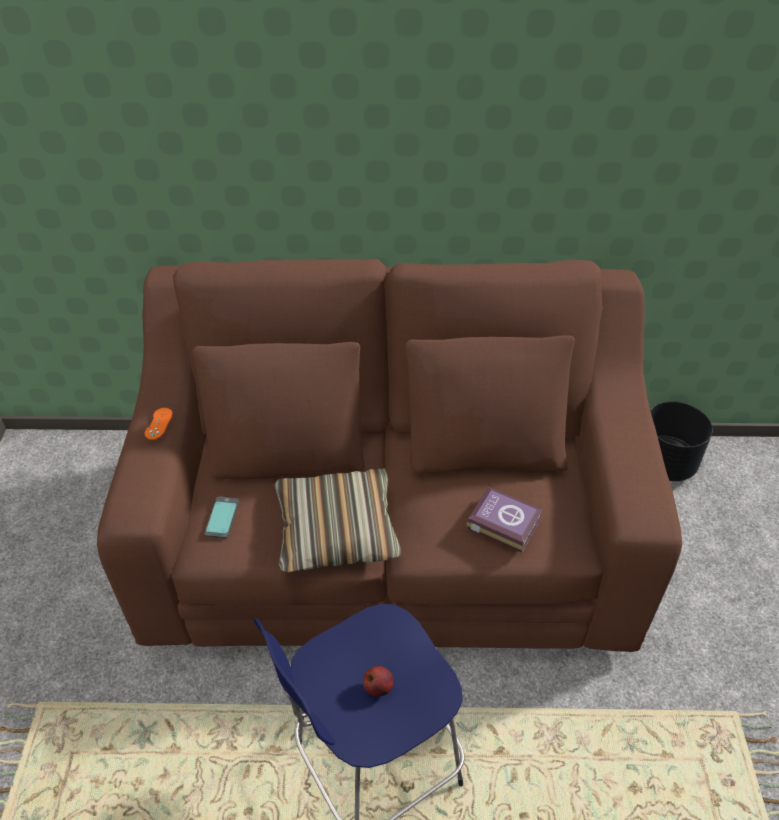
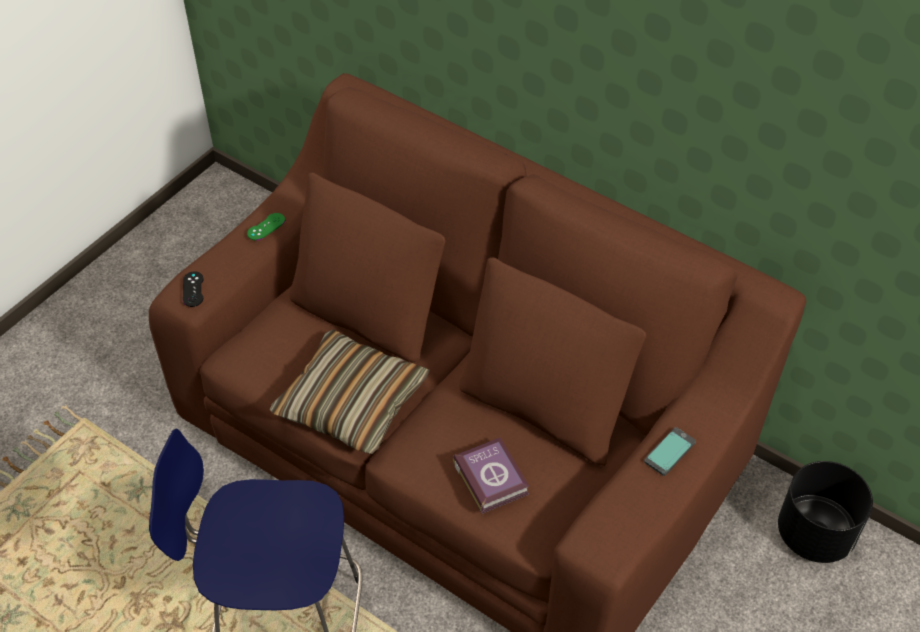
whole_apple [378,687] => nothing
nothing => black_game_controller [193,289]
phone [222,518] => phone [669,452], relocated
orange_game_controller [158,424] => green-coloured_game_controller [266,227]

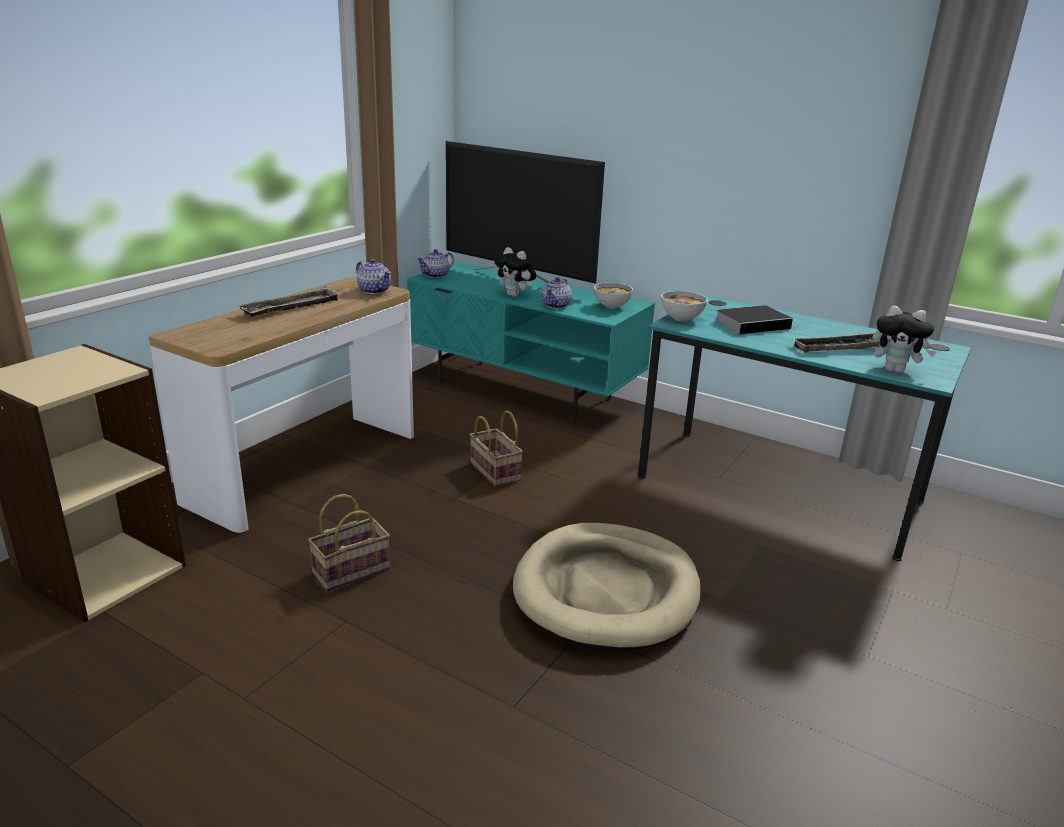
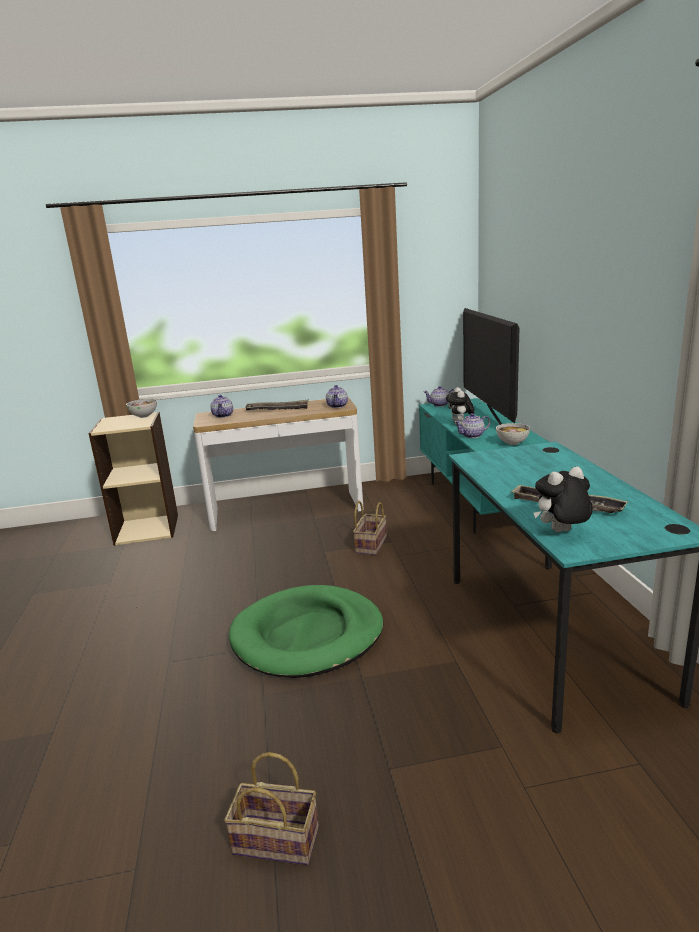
book [753,324] => nothing
nothing => pot_for_tea [223,415]
basket [352,569] => basket [278,839], relocated
deep_dish [681,319] => deep_dish [144,416], relocated
beige-coloured_pet_bed [607,591] => green-coloured_pet_bed [307,635]
plush_toy [895,370] => plush_toy [561,532], 90 degrees clockwise

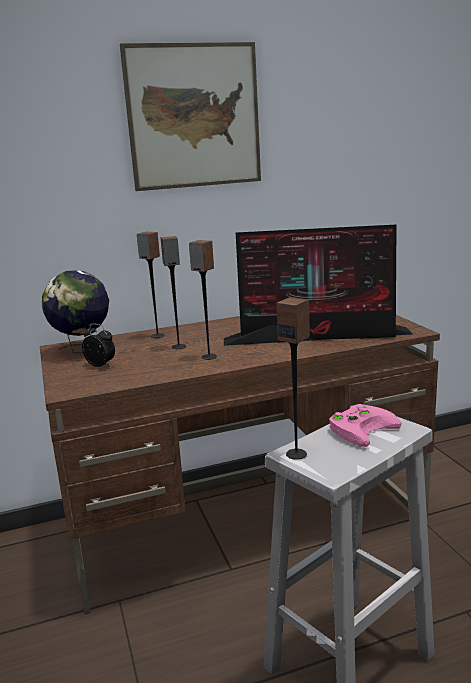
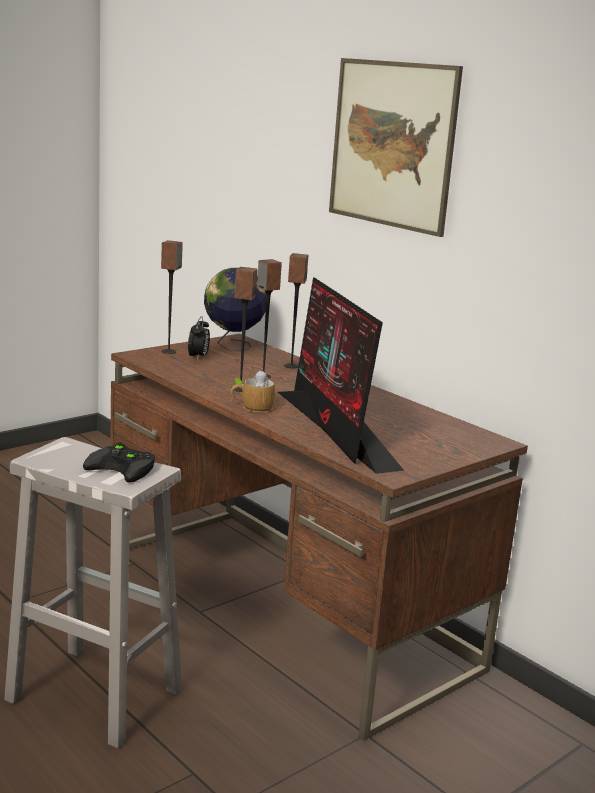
nothing => coffee_mug [251,406]
loudspeaker [296,454] => loudspeaker [169,351], relocated
pink_game_controller [361,427] => black_game_controller [125,467]

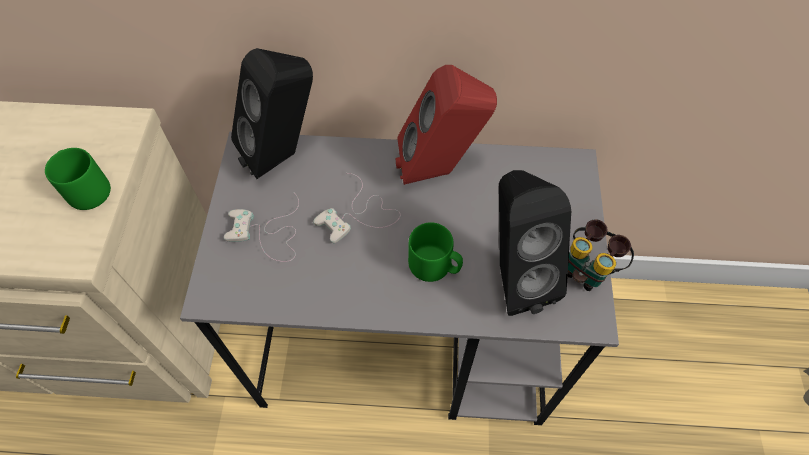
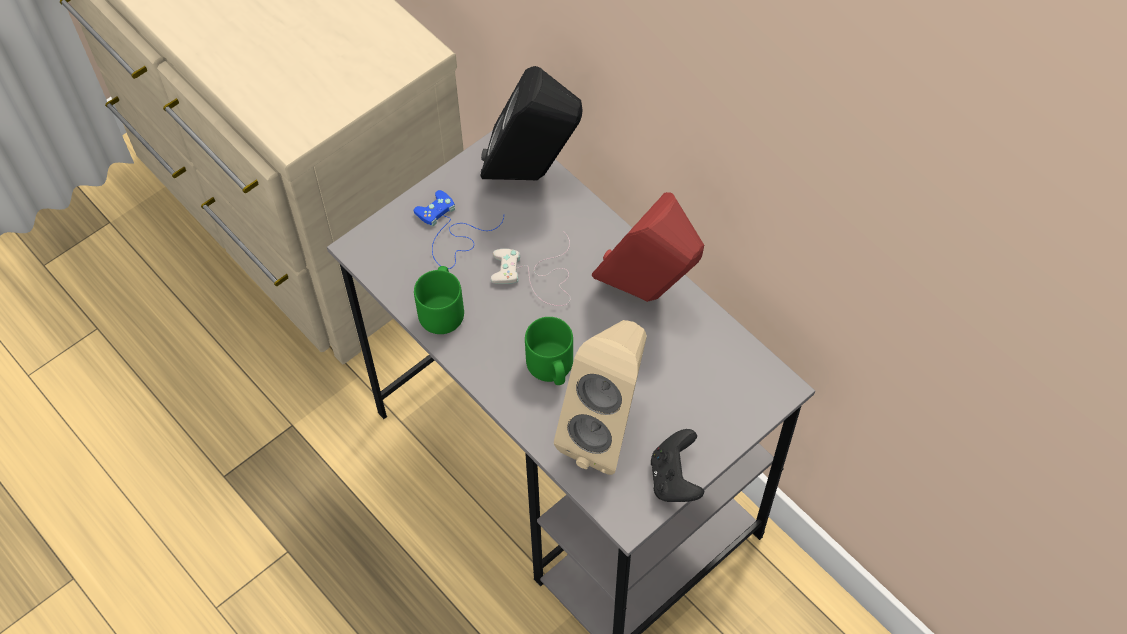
green-coloured_coffee_mug [87,189] => green-coloured_coffee_mug [442,310], relocated
field_glasses [588,269] => black_game_controller [674,479]
white-coloured_game_controller [268,233] => blue-coloured_game_controller [451,233]
black_loudspeaker [513,275] => beige-coloured_loudspeaker [606,429]

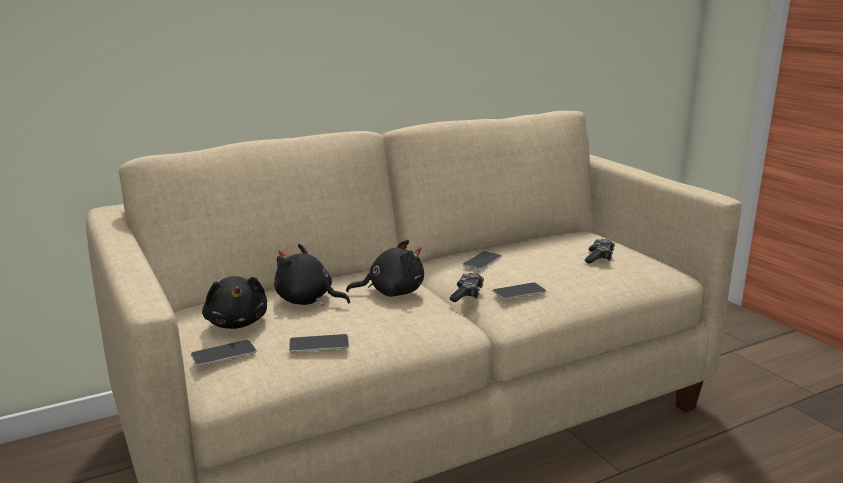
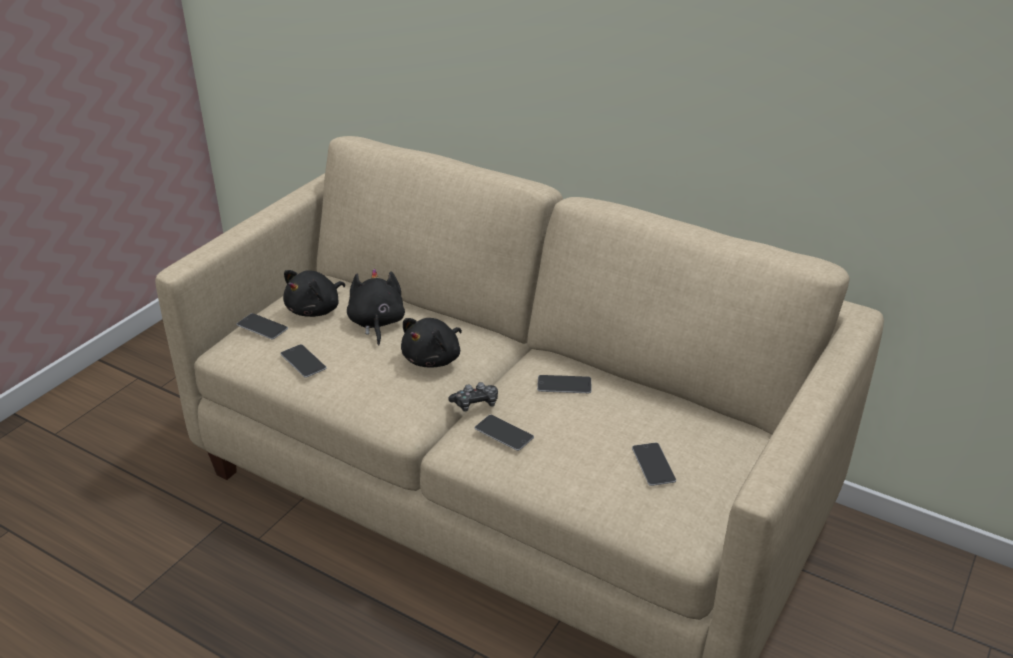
game_controller [599,258] => phone [653,464]
black_plush_toy [392,292] => black_plush_toy [434,359], 75 degrees clockwise

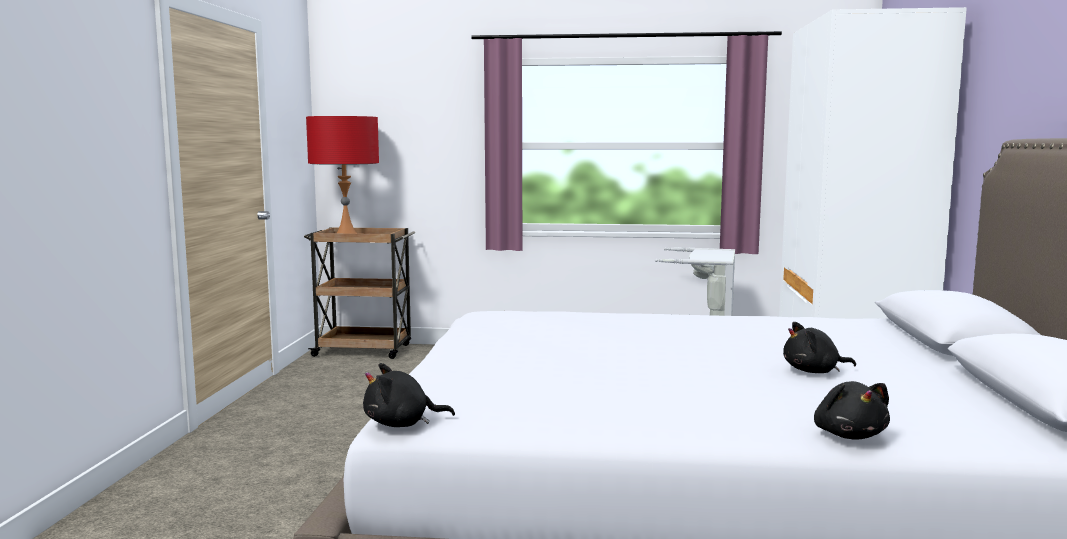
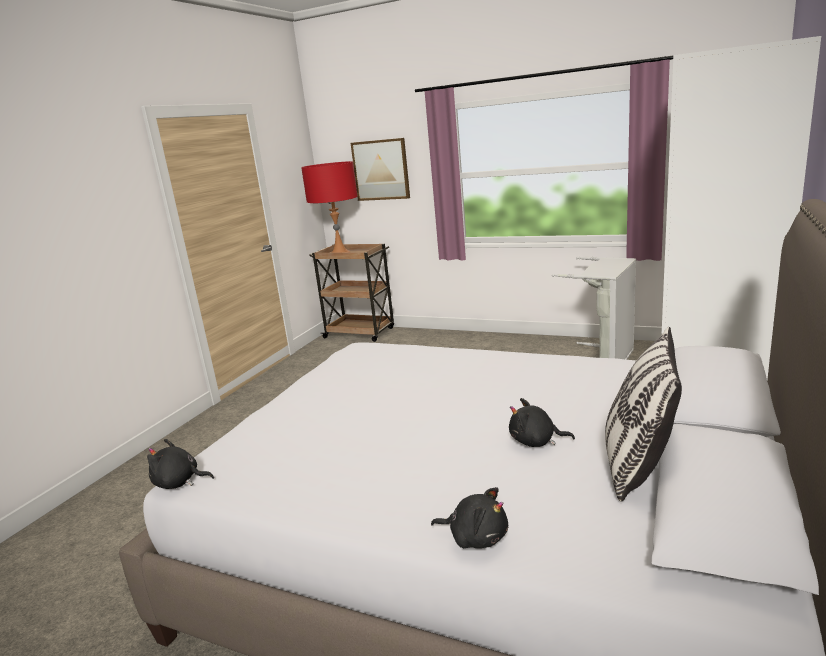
nothing => picture [381,170]
nothing => cushion [638,466]
black_plush_toy [848,435] => black_plush_toy [475,537], 75 degrees counterclockwise

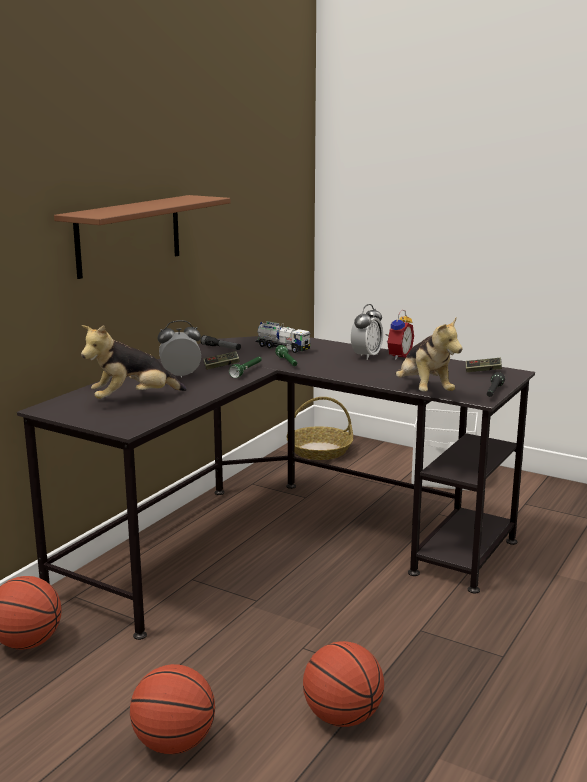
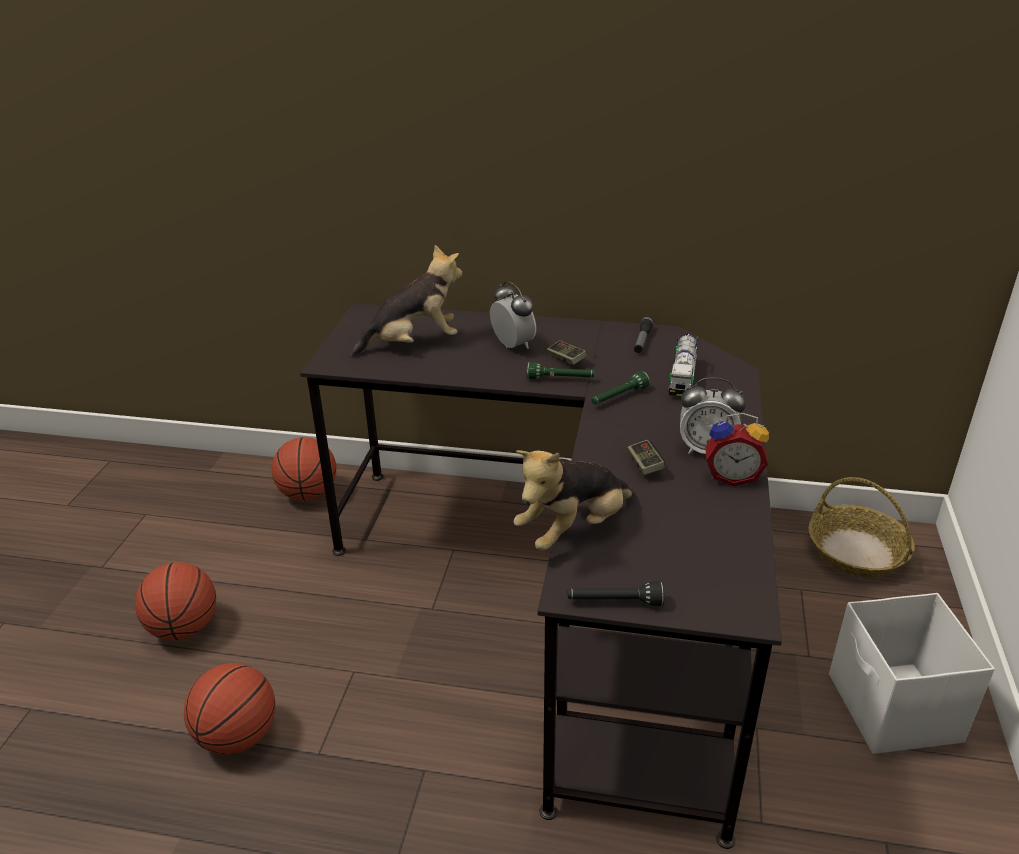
brownish_bracket_shelf [129,235] => nothing
game_controller [483,371] => game_controller [645,465], relocated
plush_toy [133,400] => plush_toy [414,343], 120 degrees clockwise

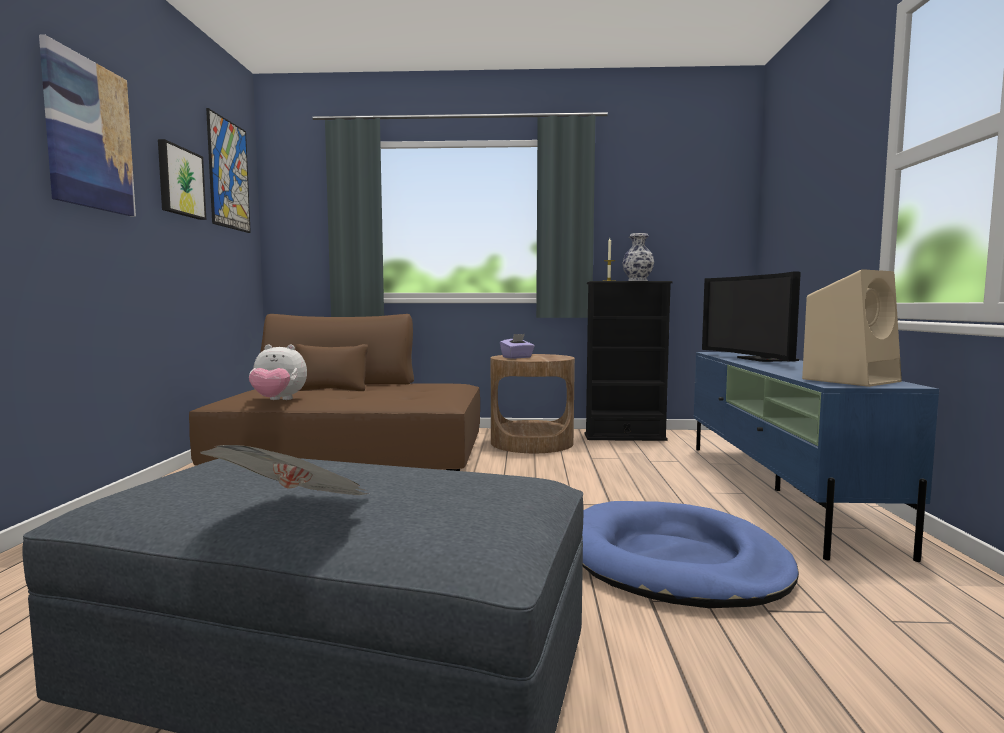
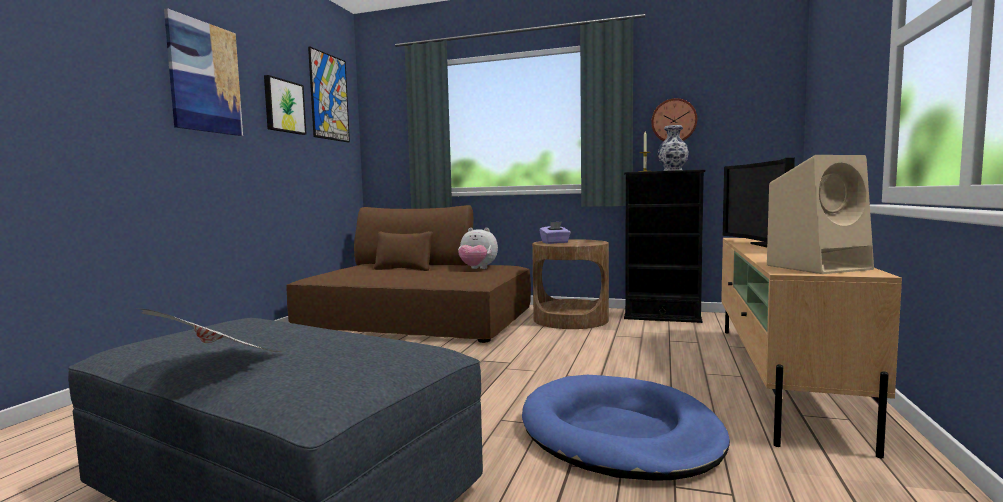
nothing => hanging_clock [674,121]
plush_toy [278,400] => plush_toy [477,269], relocated
blue-coloured_media_console [777,490] => beige-coloured_media_console [779,376]

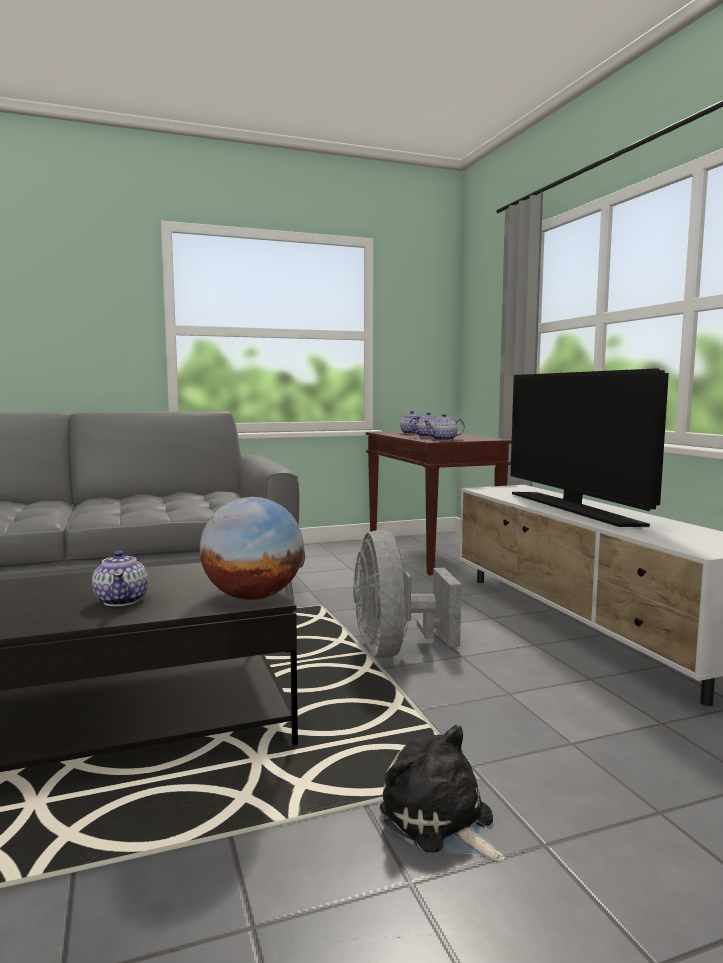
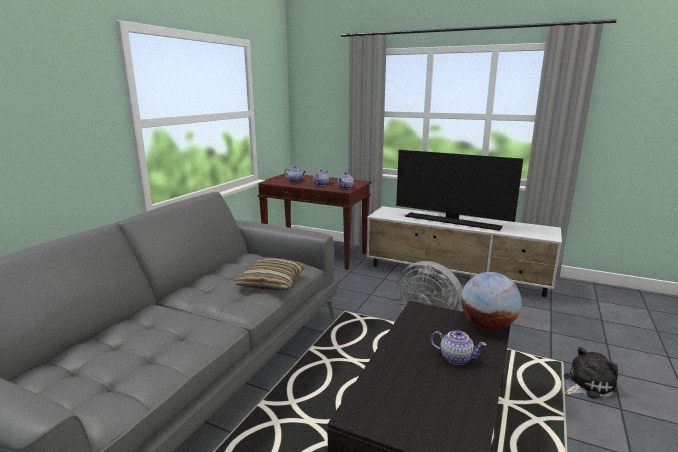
nothing => cushion [272,282]
plush_toy [440,821] => plush_toy [586,384], 150 degrees clockwise

